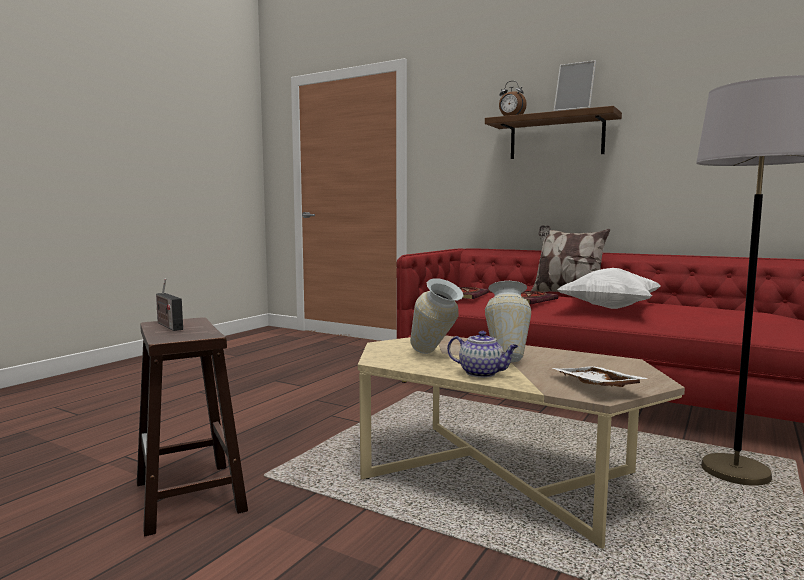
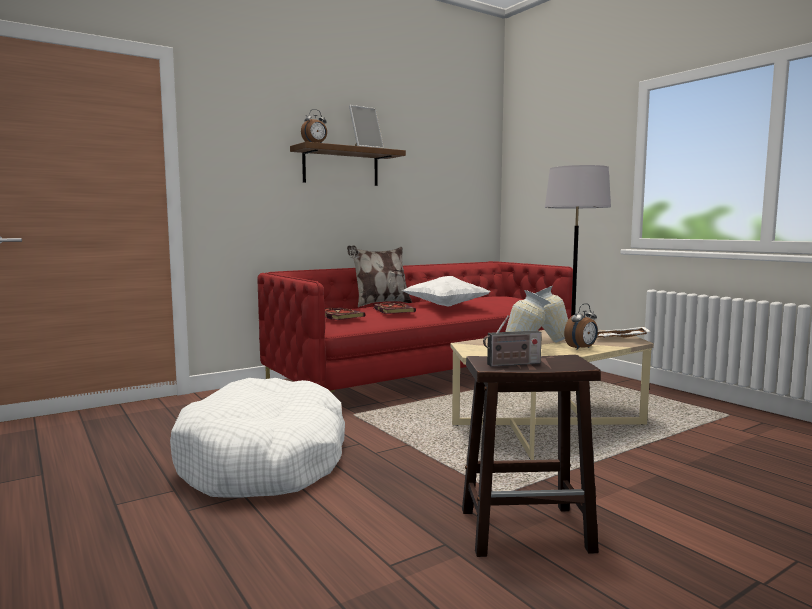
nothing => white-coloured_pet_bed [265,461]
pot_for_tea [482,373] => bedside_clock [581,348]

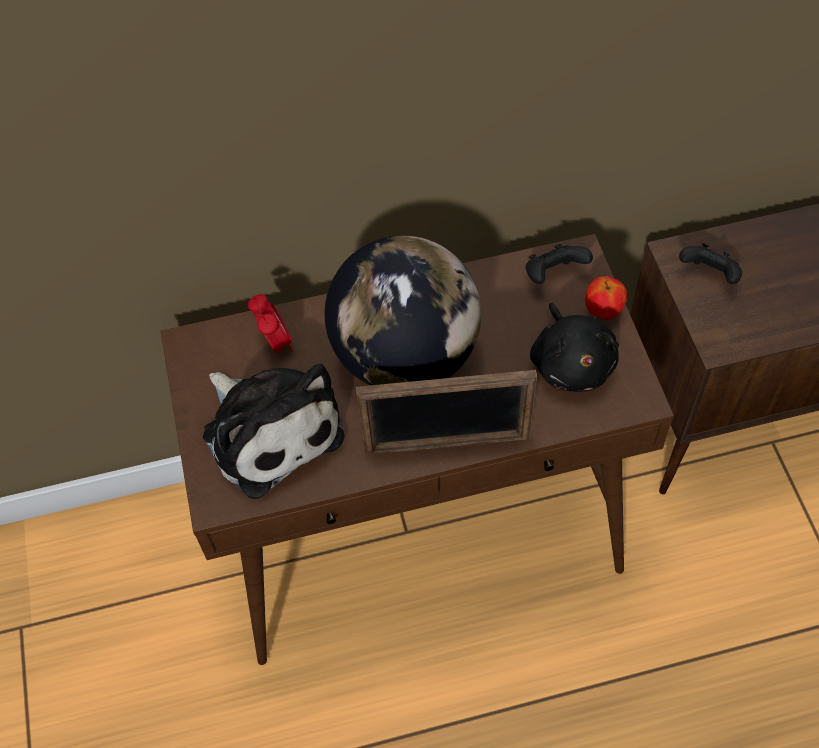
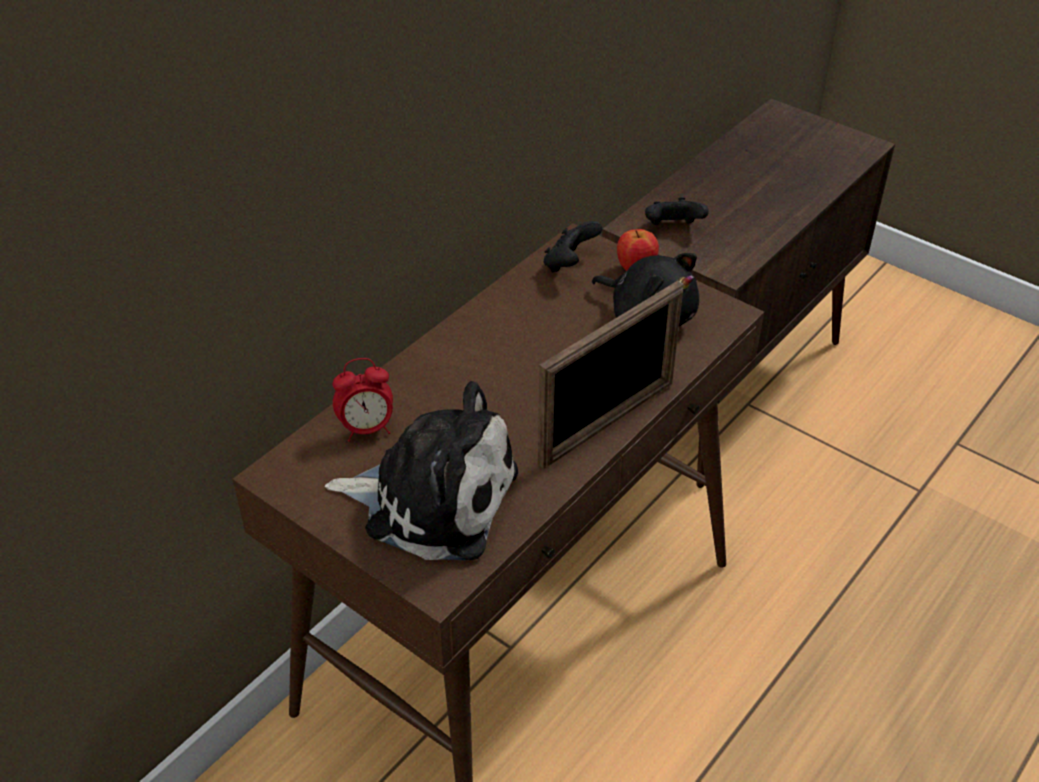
desk_globe [406,356] => nothing
bedside_clock [275,342] => bedside_clock [367,429], 135 degrees clockwise

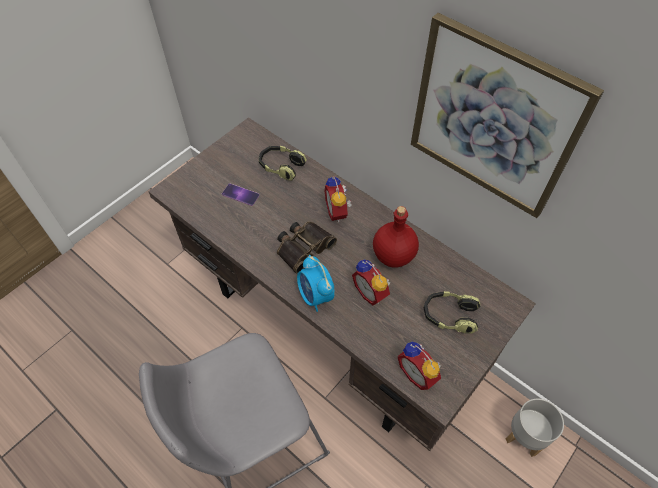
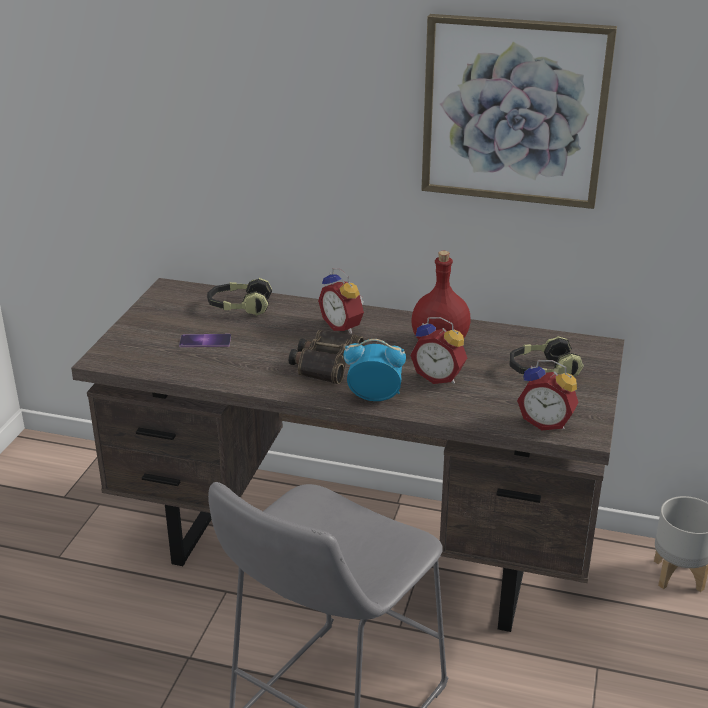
bedside_clock [315,296] => bedside_clock [374,397], 150 degrees clockwise

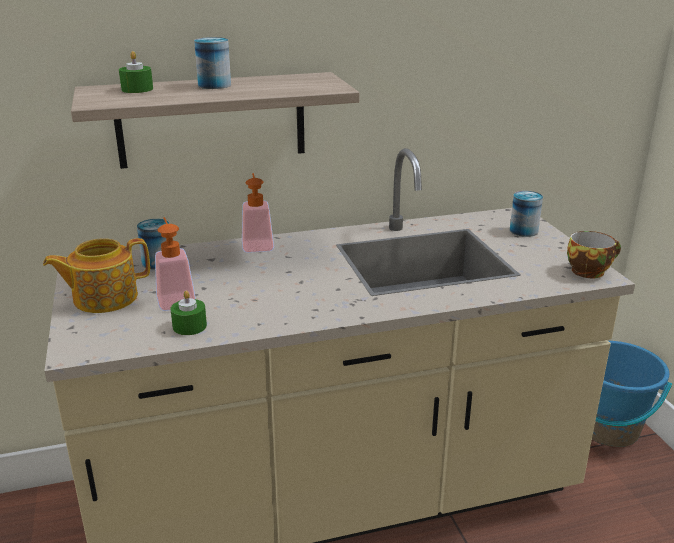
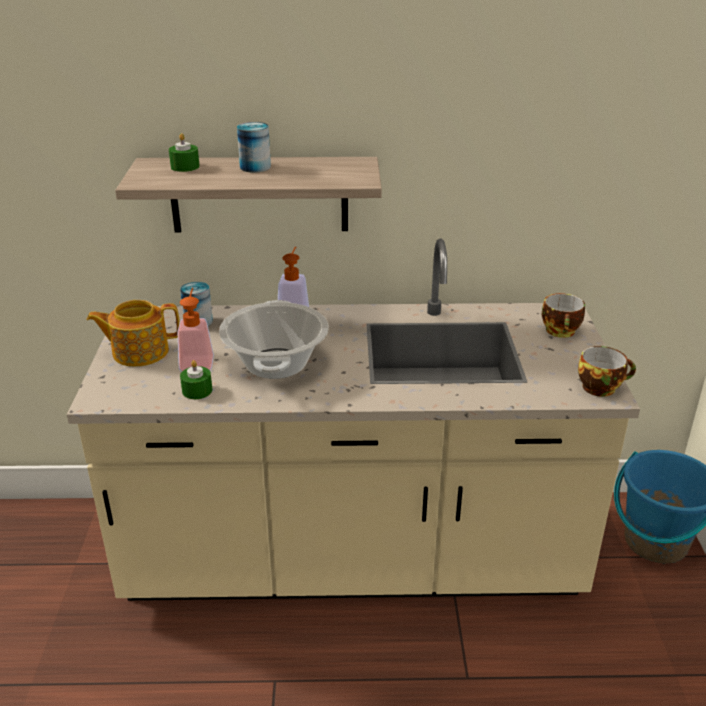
nothing => cooking_pot [275,364]
can [523,231] => small_cup [561,332]

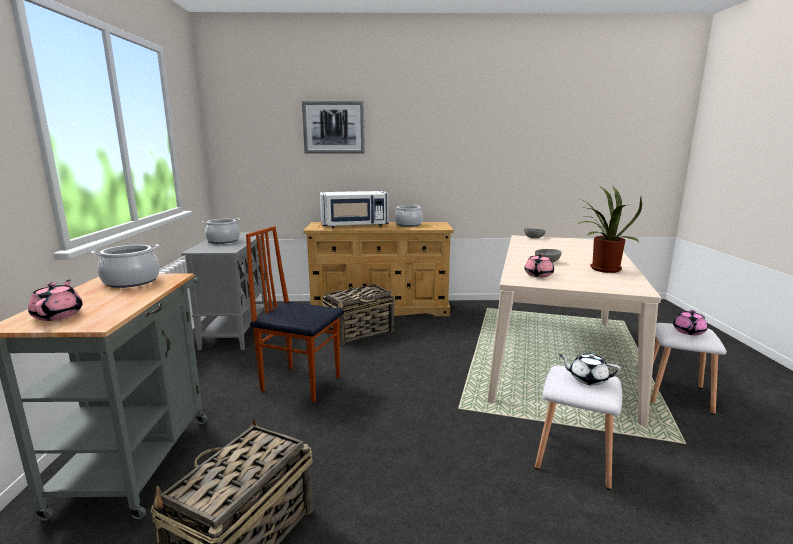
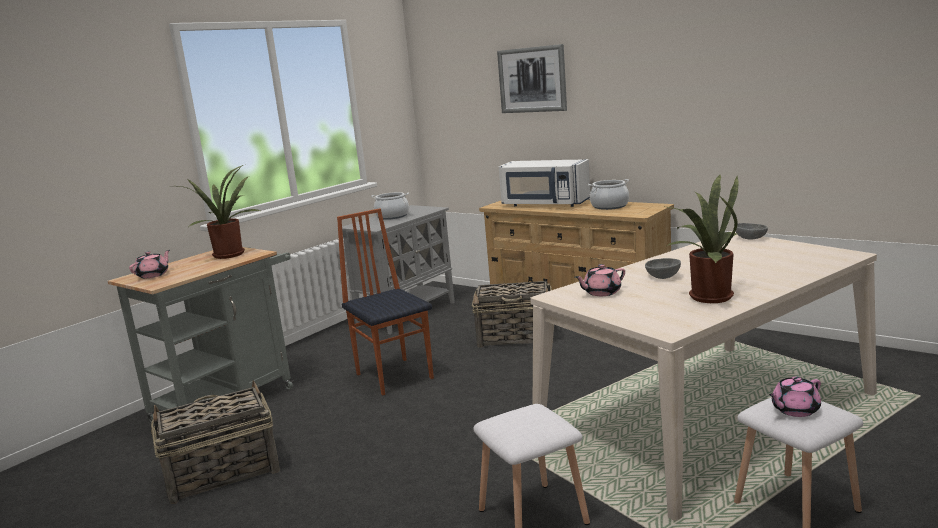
white-coloured_pot_for_tea [587,379] => nothing
cooking_pot [131,281] => potted_plant [229,254]

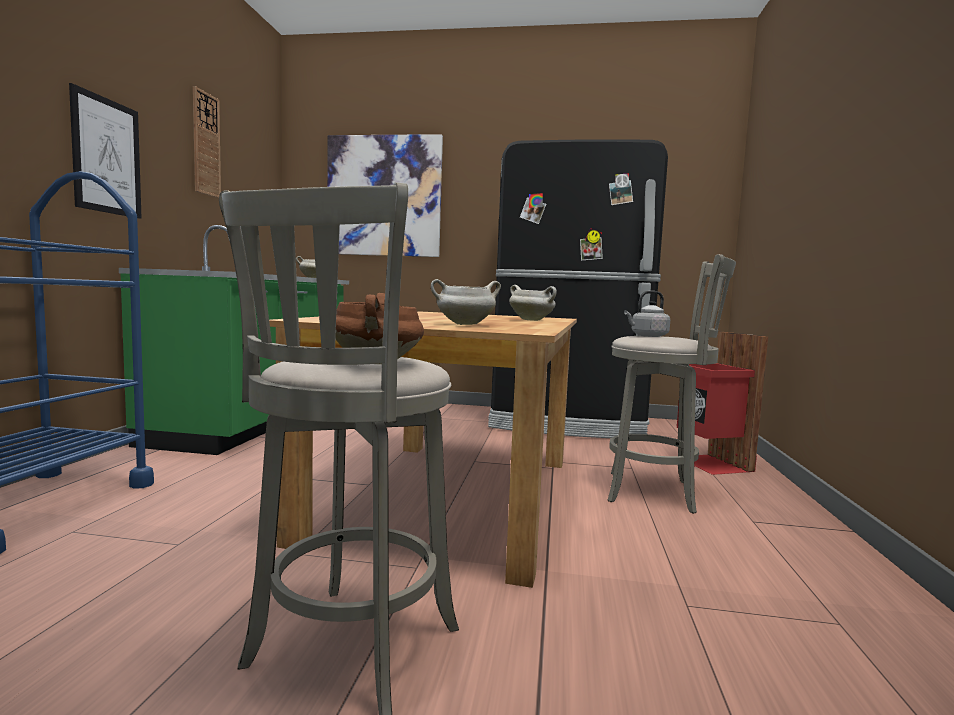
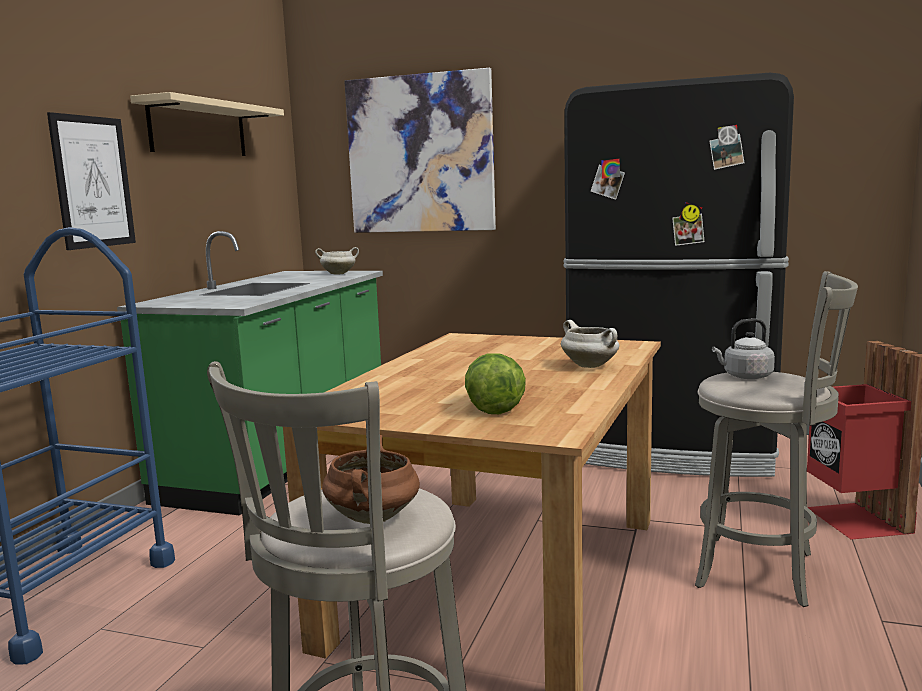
hanging_clock [206,144] => beige-coloured_bracket_shelf [198,129]
white-coloured_cooking_pot [464,324] => lettuce_head [492,407]

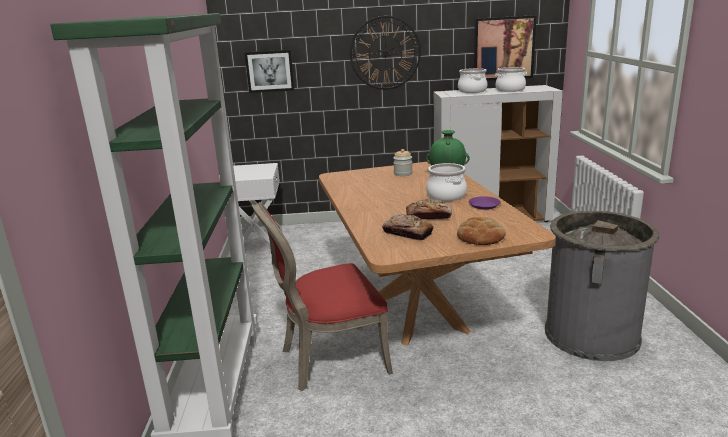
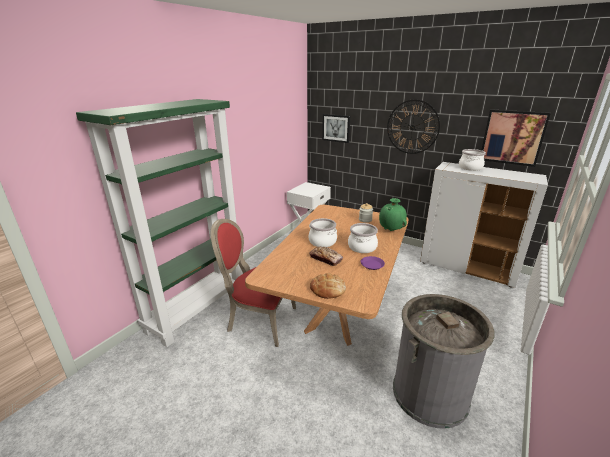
bakery_bread [407,233] => nothing
cooking_pot [510,90] => cooking_pot [322,241], relocated

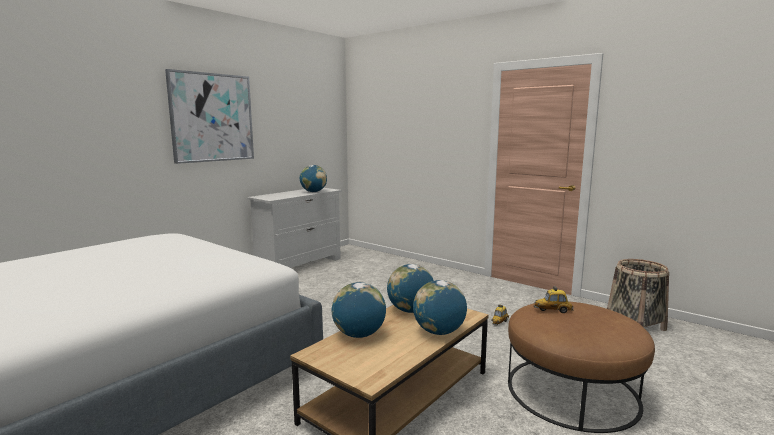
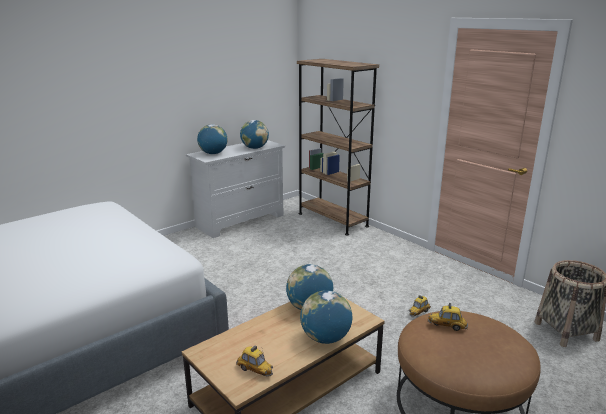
picture [212,117] => nothing
nothing => toy_car [255,370]
nothing => brownish_bookcase [332,220]
desk_globe [359,335] => desk_globe [213,153], relocated

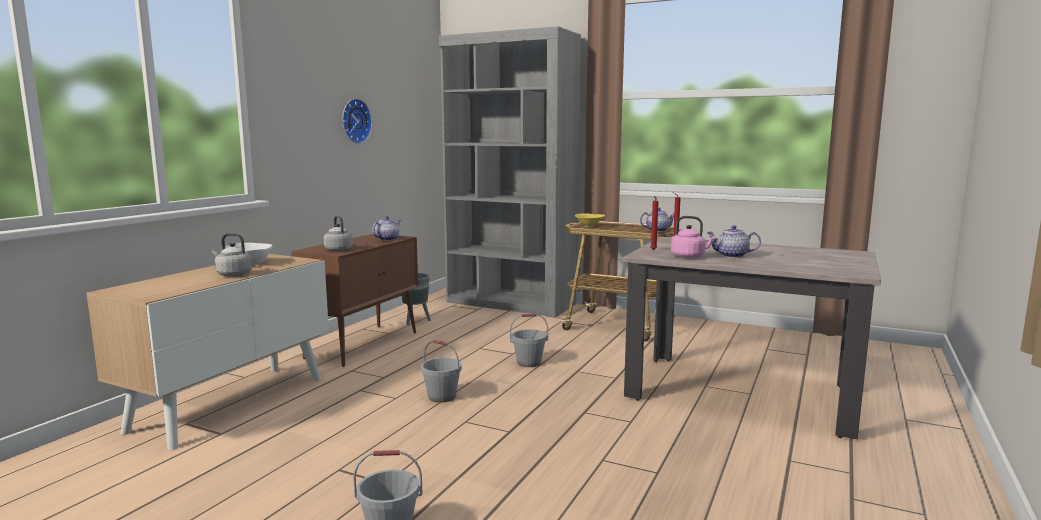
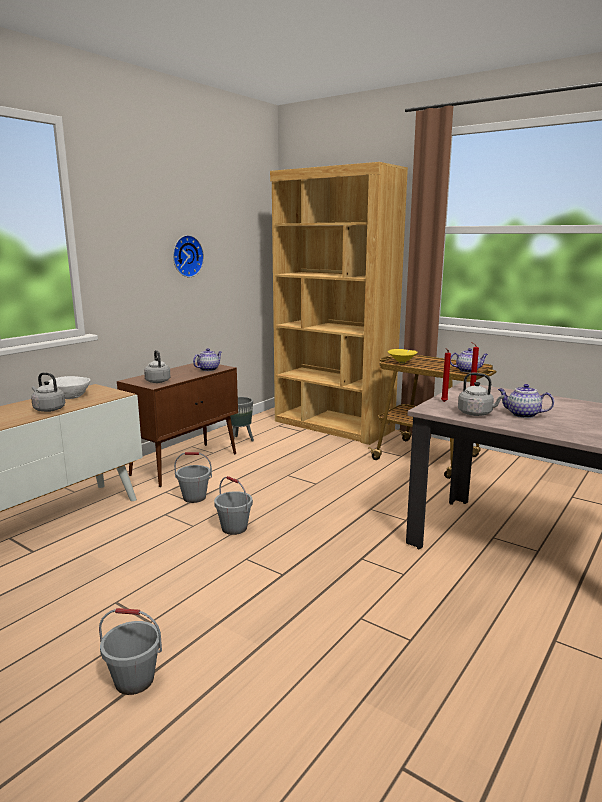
gray_water_bucket [529,363] => gray_water_bucket [194,497], relocated
gray_bookcase [510,303] => brownish_bookcase [333,426]
pink_kettle [689,256] => gray_kettle [477,414]

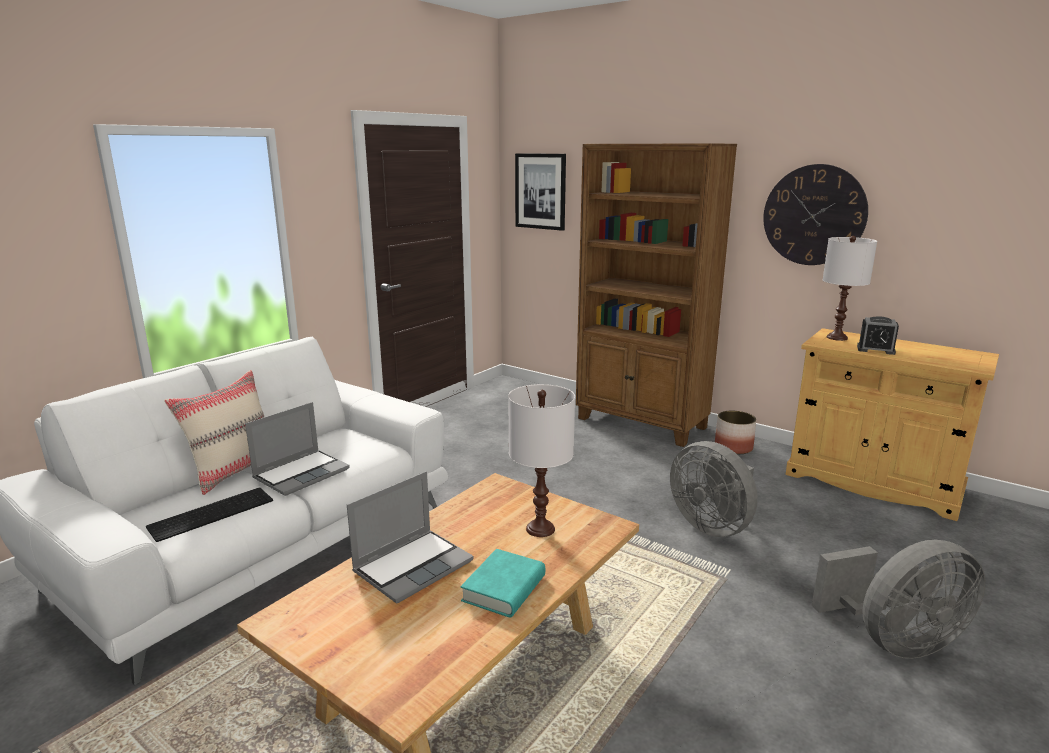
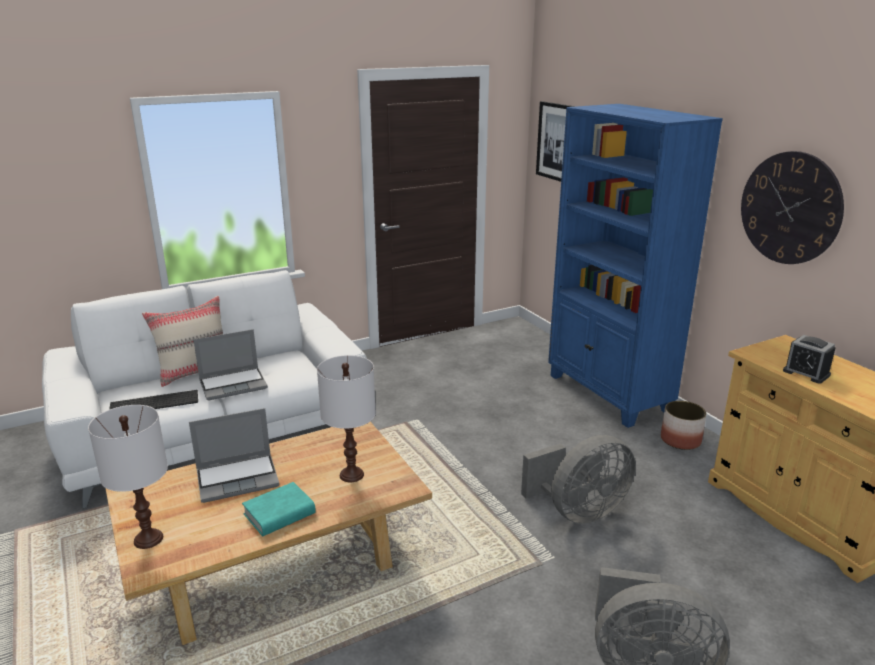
white-coloured_table_lamp [837,337] => white-coloured_table_lamp [149,539], relocated
brownish_bookcase [642,423] => blue-coloured_bookcase [608,394]
gray_cooling_fan [712,525] => gray_cooling_fan [579,512], 105 degrees counterclockwise

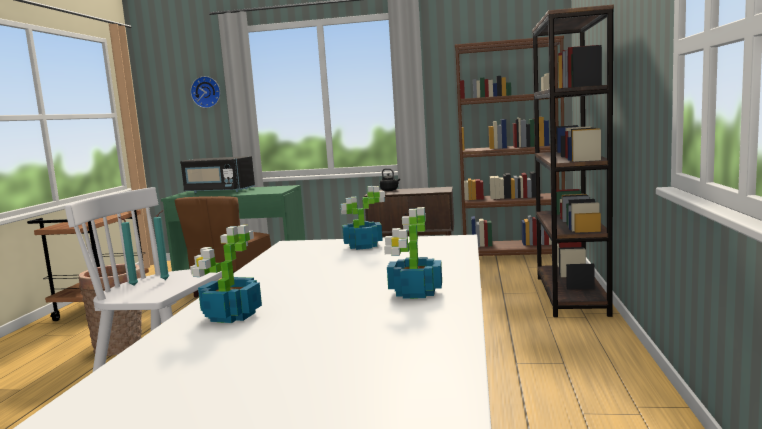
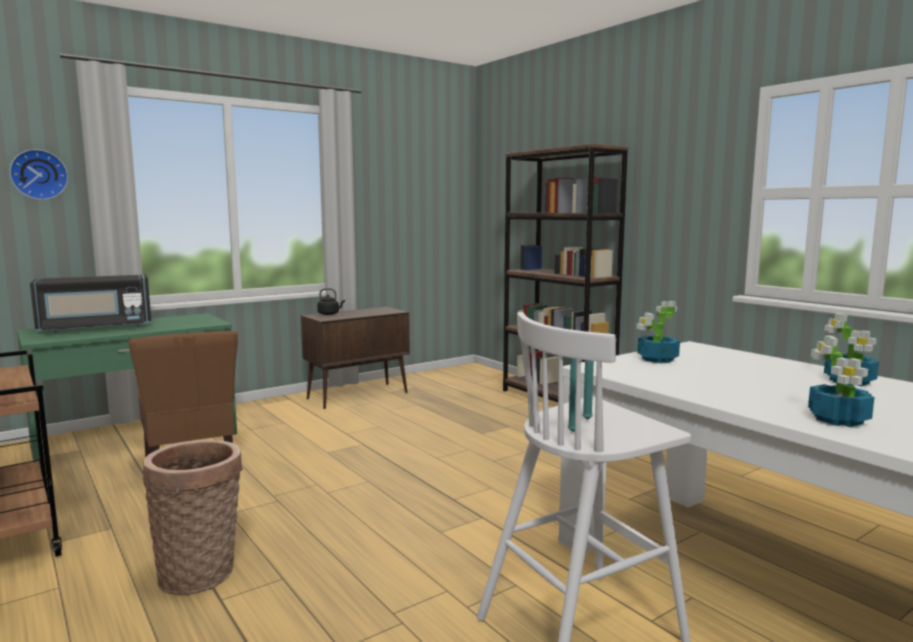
brownish_bookcase [513,256] => nothing

